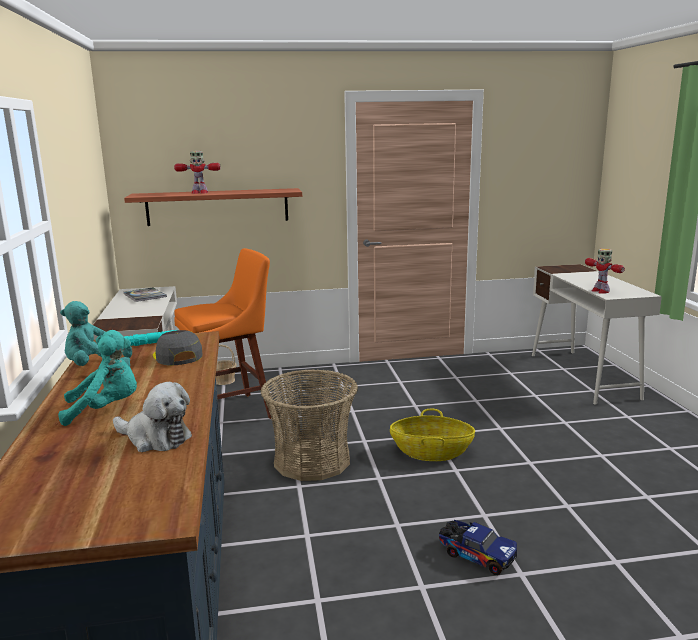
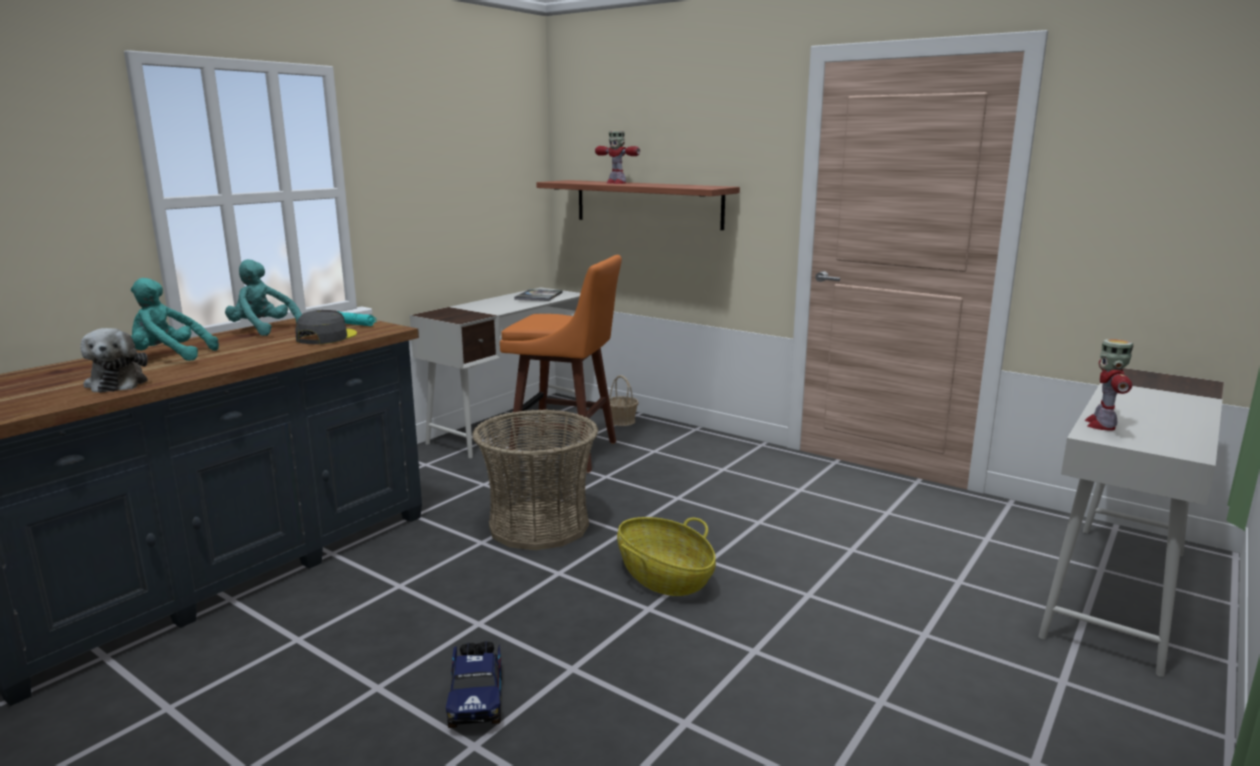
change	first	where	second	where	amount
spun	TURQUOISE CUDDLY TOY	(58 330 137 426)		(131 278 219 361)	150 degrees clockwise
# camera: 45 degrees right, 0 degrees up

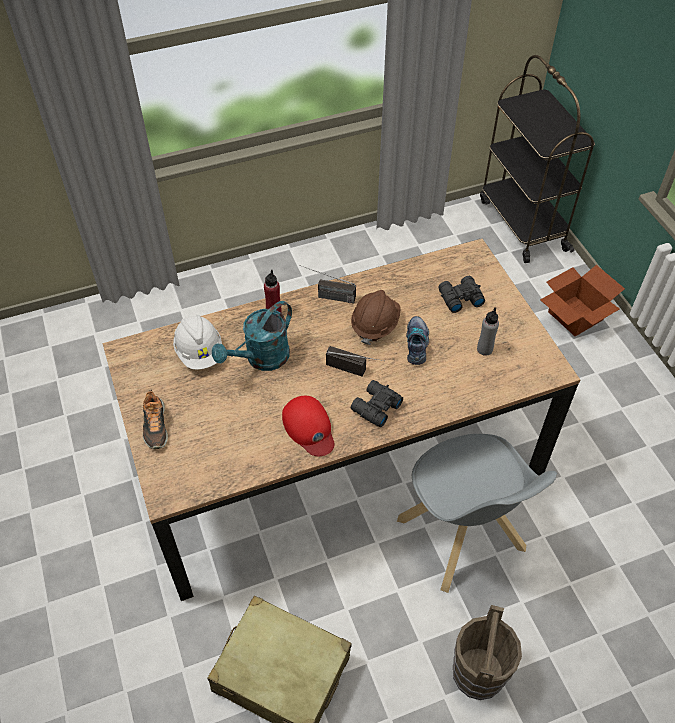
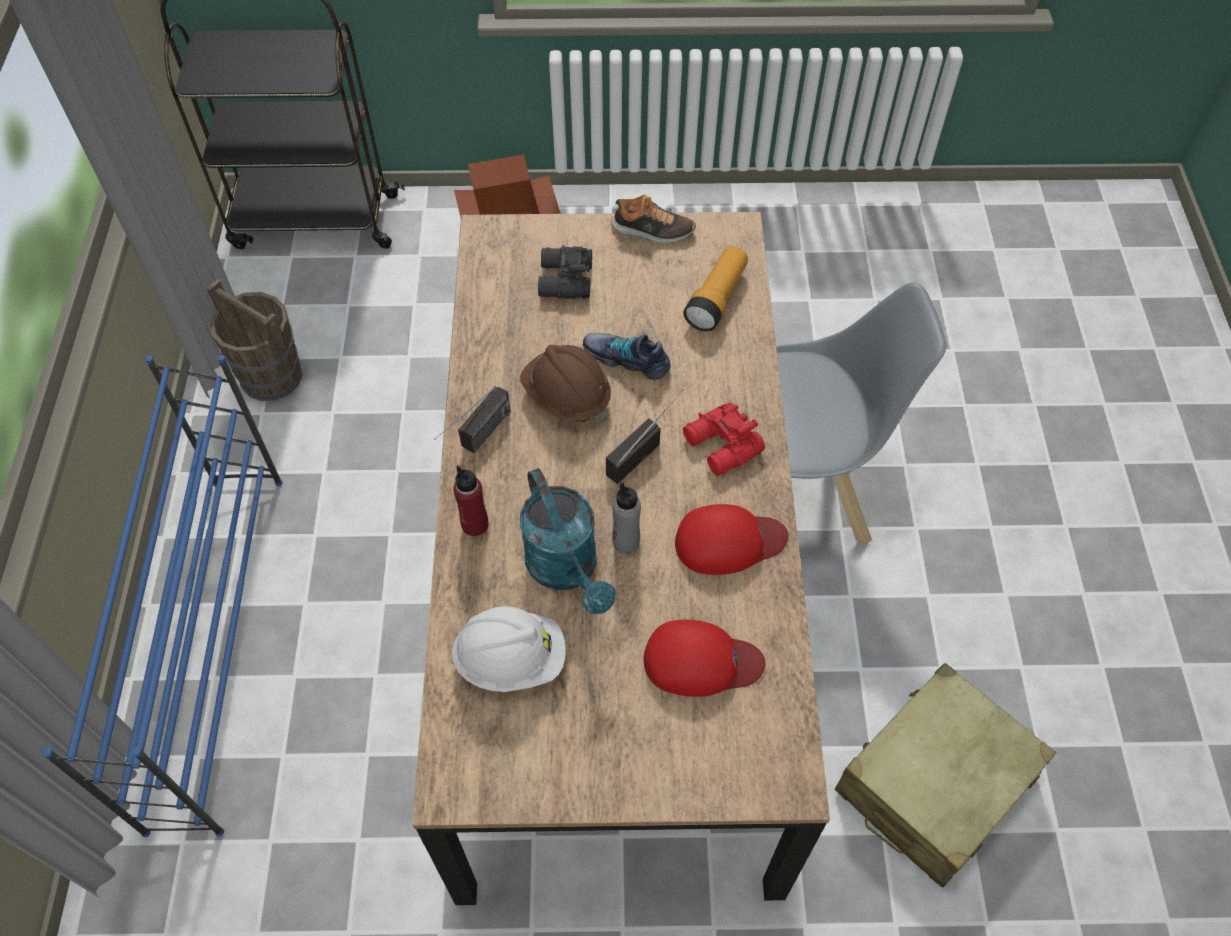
change	first	where	second	where	amount
appeared			BLUISH SHOE STAND	(42 355 283 837)	
appeared			RED-COLOURED PEAKED CAP	(644 620 766 697)	
appeared			FLASHLIGHT	(684 246 748 331)	
relocated	ITEM OF FOOTWEAR	(143 390 168 449)		(611 194 696 243)	
relocated	BROWNISH BUCKET	(453 605 522 700)		(206 279 303 401)	
relocated	GREY DRINK BOTTLE	(477 307 499 356)		(612 482 641 553)	
colour	BLACK-COLOURED FIELD GLASSES	(351 380 403 427)	RED-COLOURED FIELD GLASSES	(683 403 765 476)	
# camera: 70 degrees left, 5 degrees up

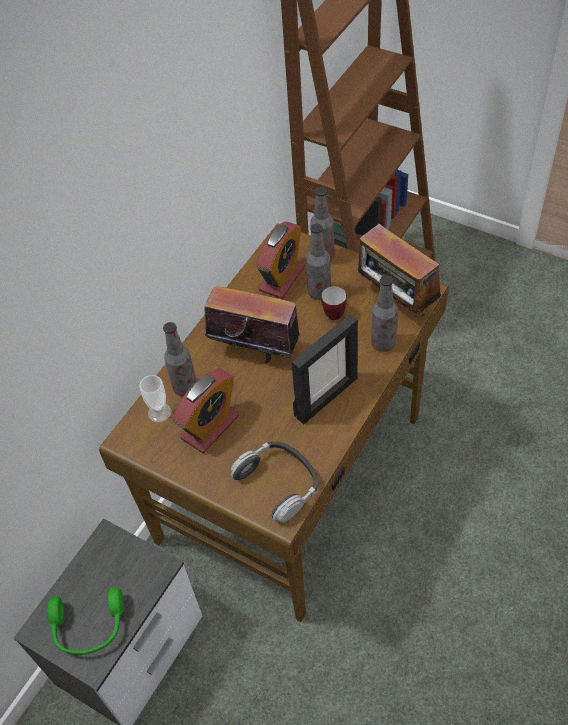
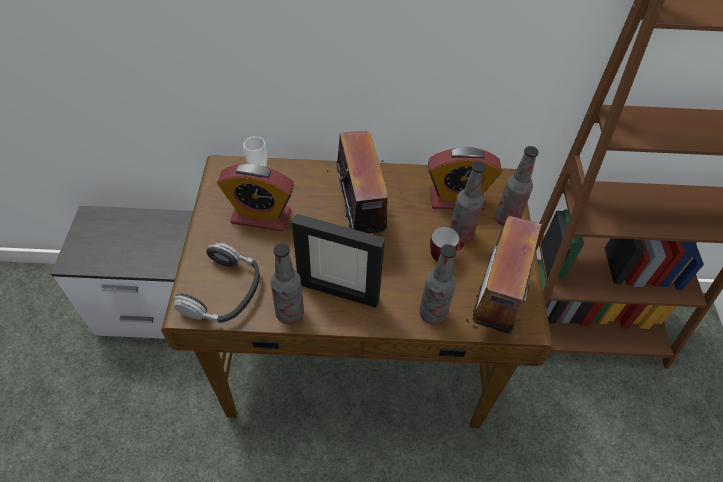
change	first	where	second	where	amount
missing	GREEN-COLOURED HEADPHONES	(47 587 124 655)			
relocated	DRINK BOTTLE	(163 322 197 397)		(271 243 304 324)	
# camera: 55 degrees right, 0 degrees up

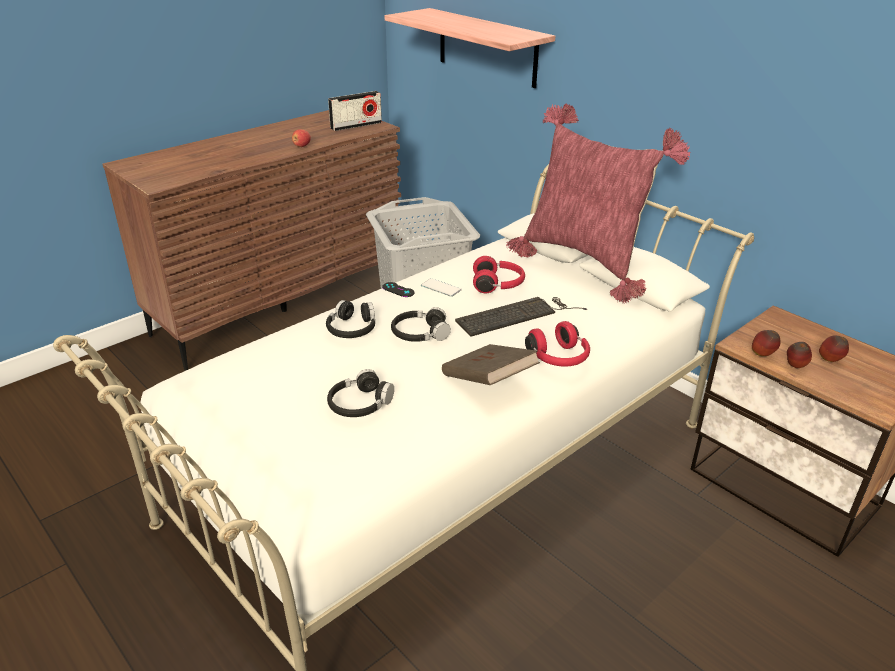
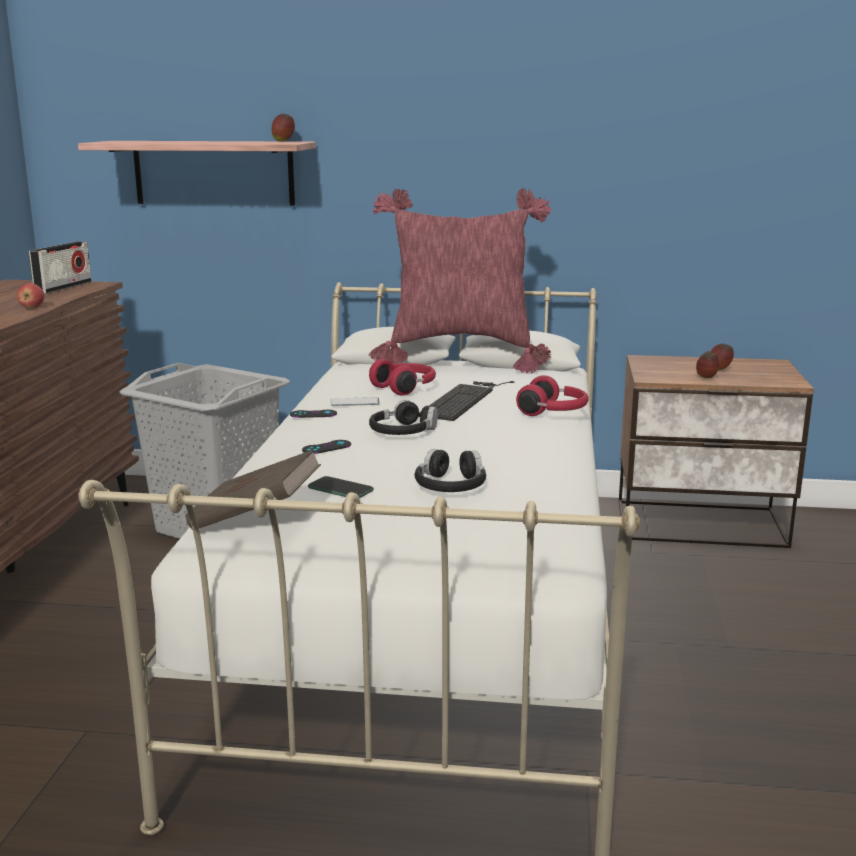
change	first	where	second	where	amount
appeared			PHONE	(308 476 374 498)	
relocated	BROWNISH BOOK	(442 344 540 385)		(185 449 321 529)	
relocated	WHOLE APPLE	(752 330 781 356)		(271 114 295 142)	
exchanged	BLACK-COLOURED HEADPHONES	(326 300 375 338)	BLACK-COLOURED JOYPAD	(302 440 351 454)	
# camera: 40 degrees left, 15 degrees down

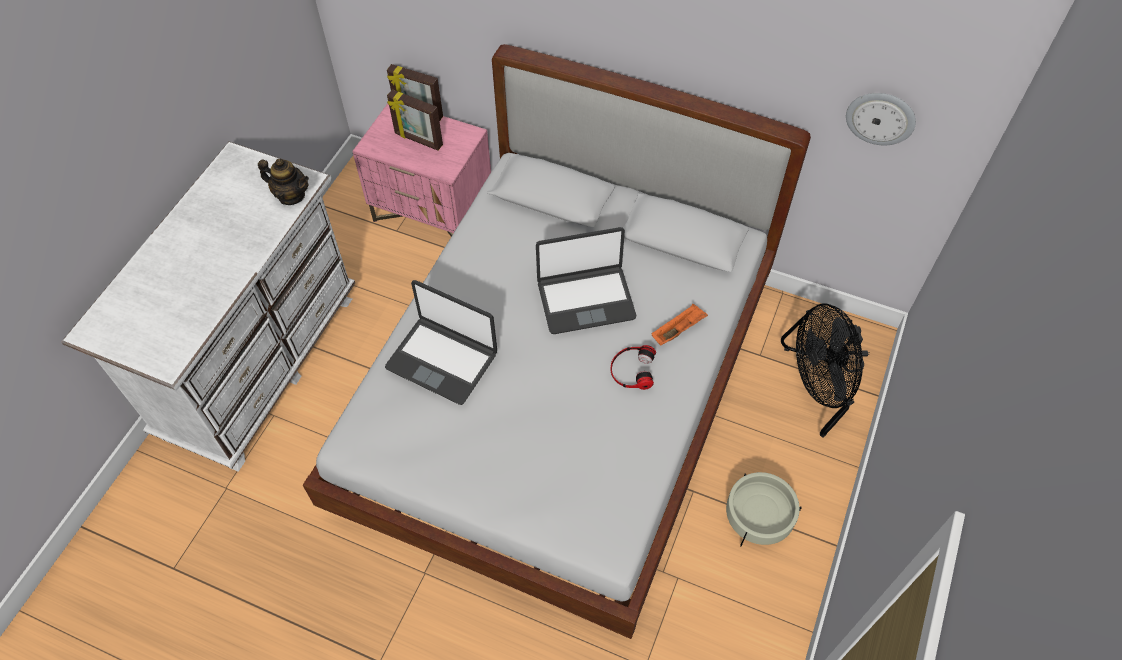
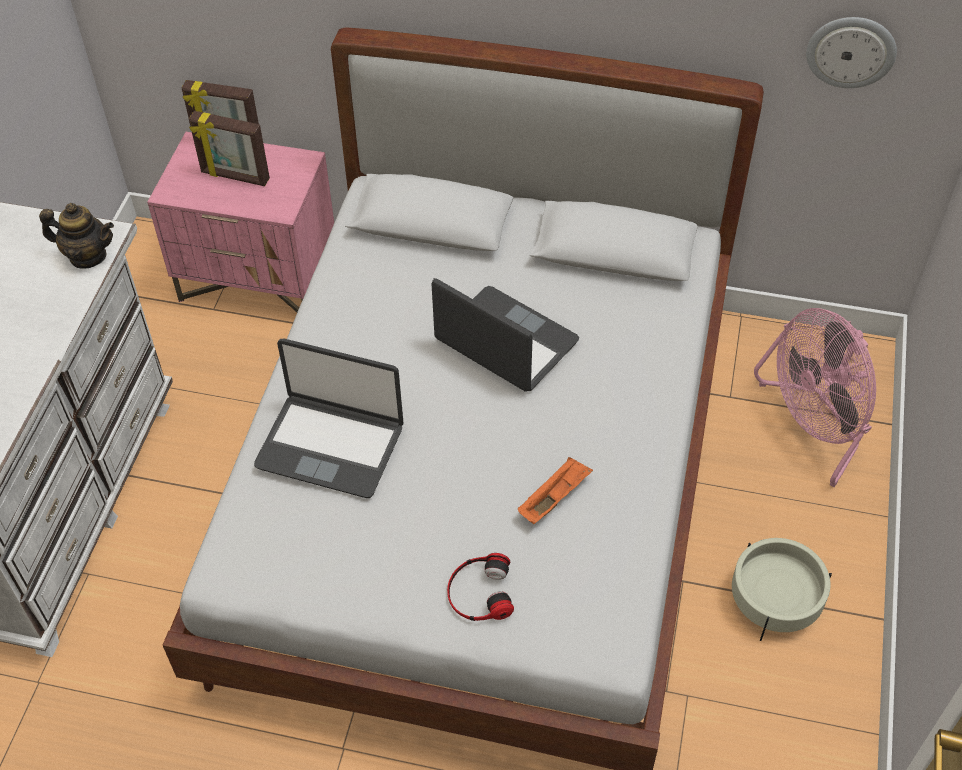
change	first	where	second	where	amount
relocated	HEADPHONES	(610 345 656 390)		(447 553 514 621)	
relocated	ORANGE-COLOURED TRAY	(652 304 708 345)		(518 457 593 524)	
colour	BLACK-COLOURED ELECTRIC FAN	(781 303 870 438)	PINKISH ELECTRIC FAN	(754 308 876 487)	
spun	LAPTOP	(536 227 636 334)		(431 278 579 392)	120 degrees counterclockwise
# camera: 10 degrees left, 5 degrees down

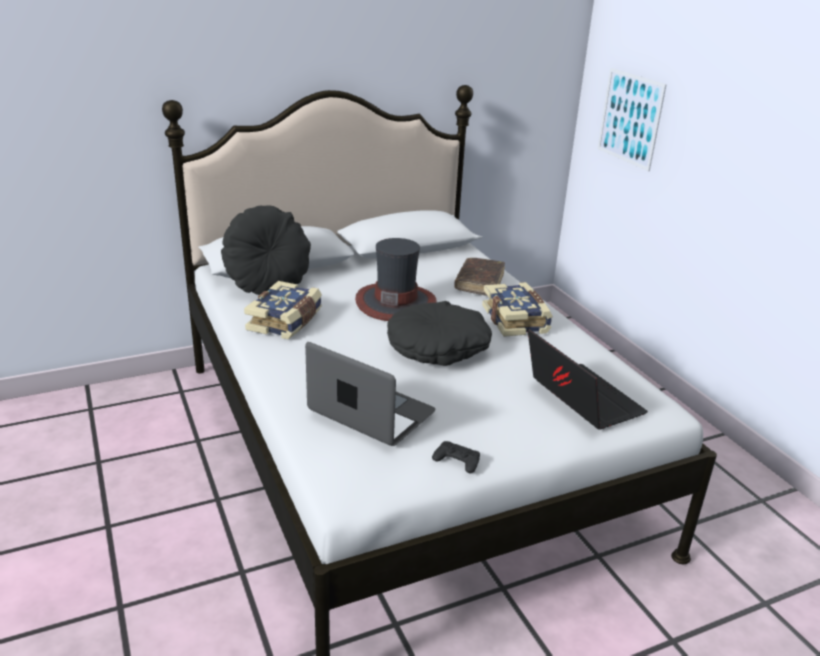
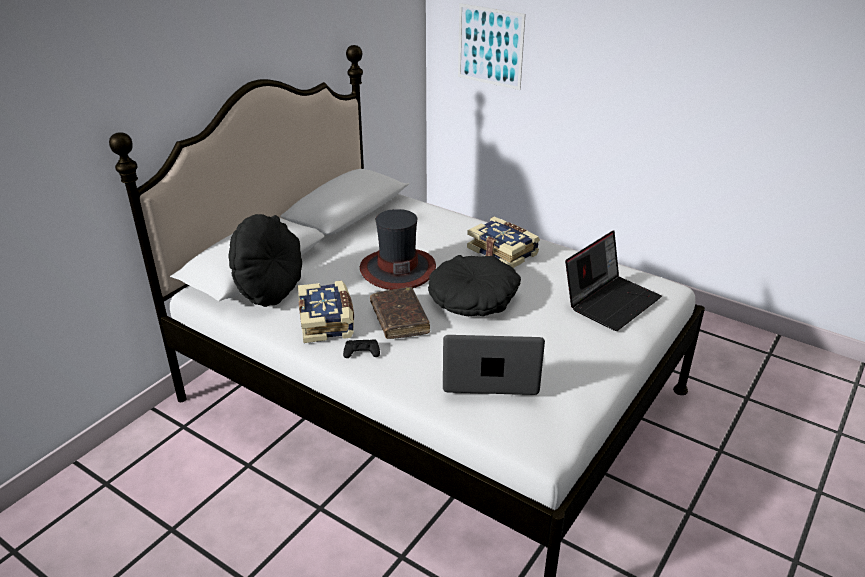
change	first	where	second	where	amount
relocated	BLACK-COLOURED JOYPAD	(432 441 480 473)		(343 339 380 358)	
relocated	BROWNISH BOOK	(455 258 505 296)		(370 287 430 339)	
spun	LAPTOP	(528 329 648 430)		(565 230 662 331)	105 degrees clockwise
# camera: 30 degrees left, 5 degrees up

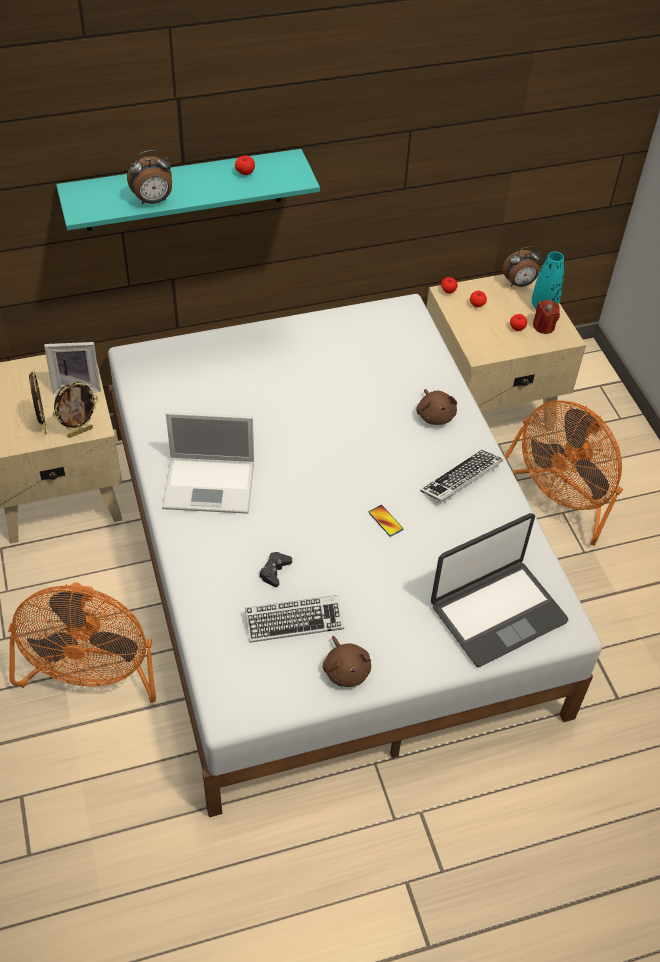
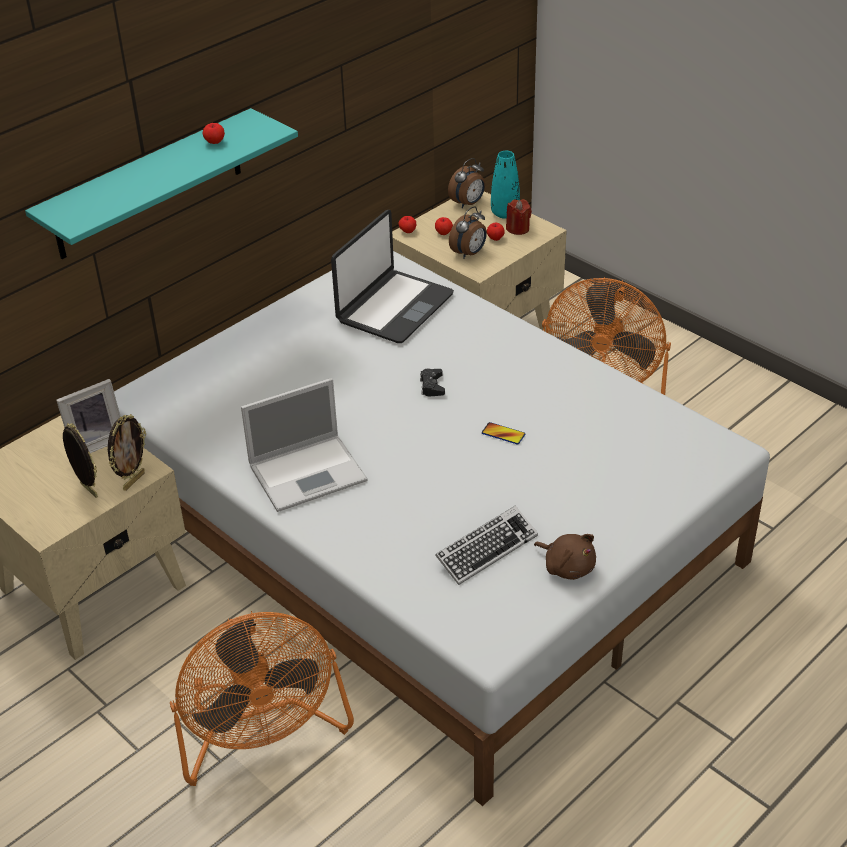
change	first	where	second	where	amount
missing	BROWNISH CUDDLY TOY	(416 389 457 425)			
missing	KEYBOARD	(420 450 503 502)			
relocated	ALARM CLOCK	(127 150 172 204)		(449 207 487 259)	
relocated	BLACK-COLOURED JOYPAD	(259 552 292 587)		(420 368 445 396)	
relocated	LAPTOP	(431 513 569 667)		(331 210 454 343)	
# camera: 25 degrees left, 10 degrees down

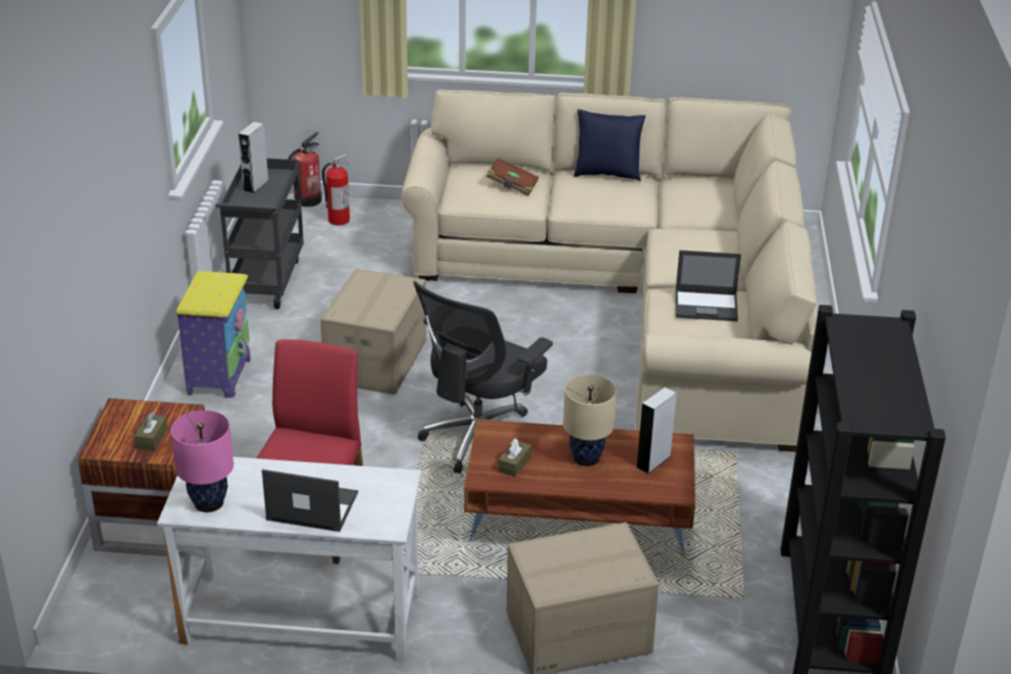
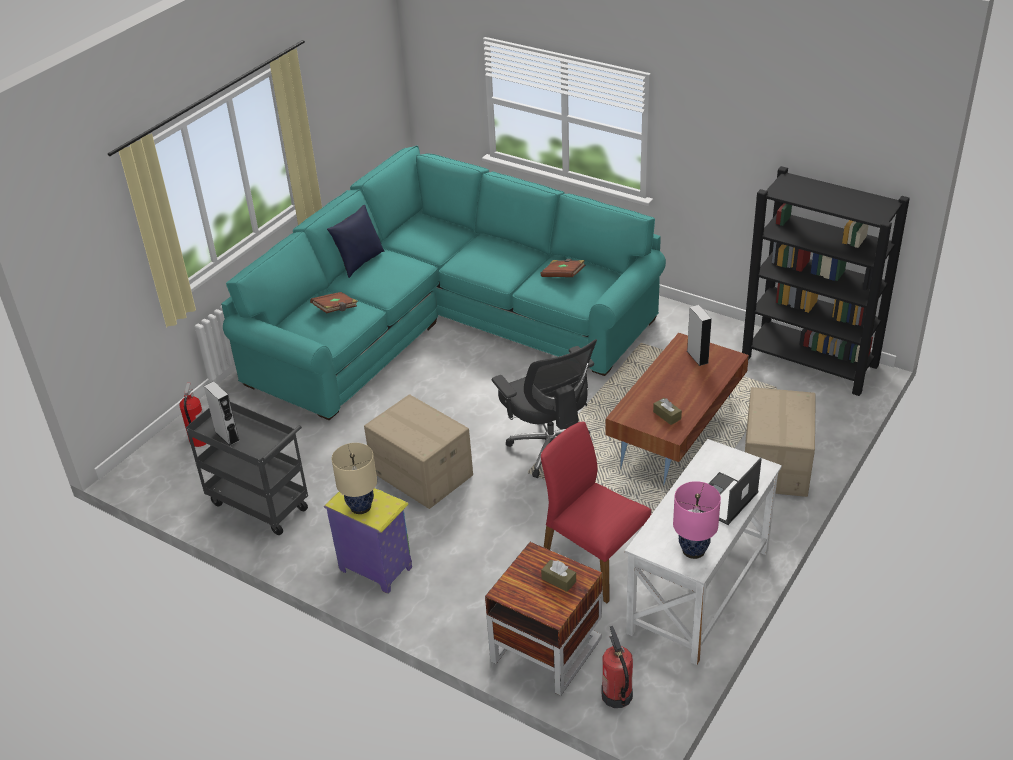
change	first	where	second	where	amount
relocated	FIRE EXTINGUISHER	(288 132 322 207)		(601 626 633 708)	
relocated	BEIGE LAMP FOR A TABLE	(563 375 616 466)		(332 443 377 514)	
exchanged	LAPTOP	(676 250 741 321)	BROWNISH BOOK	(540 259 586 277)	
colour	BEIGE SOFA	(401 90 818 452)	TURQUOISE SOFA	(221 146 666 420)	
# camera: 60 degrees left, 5 degrees up

